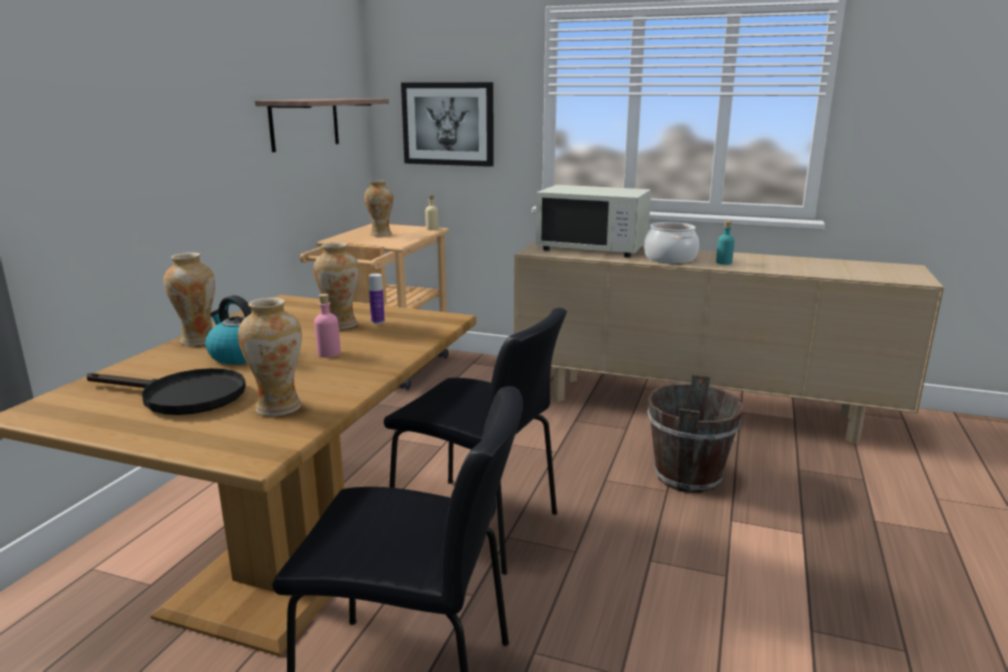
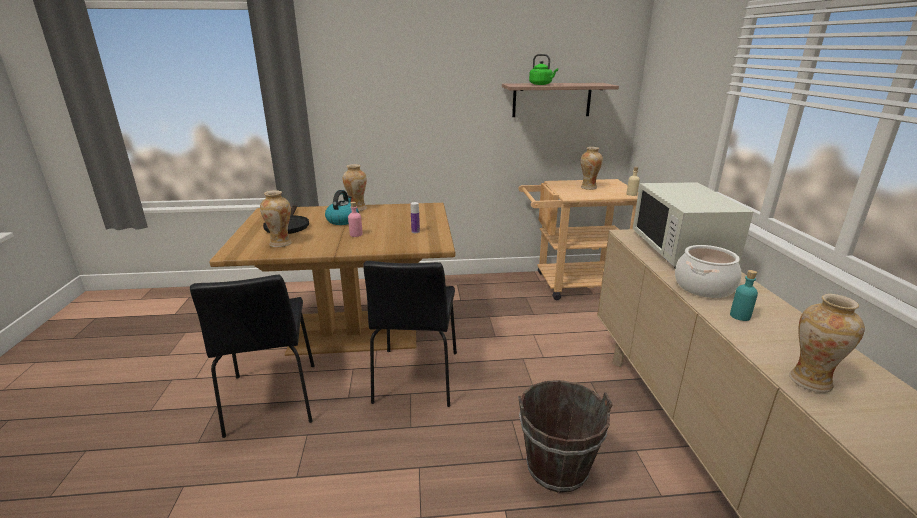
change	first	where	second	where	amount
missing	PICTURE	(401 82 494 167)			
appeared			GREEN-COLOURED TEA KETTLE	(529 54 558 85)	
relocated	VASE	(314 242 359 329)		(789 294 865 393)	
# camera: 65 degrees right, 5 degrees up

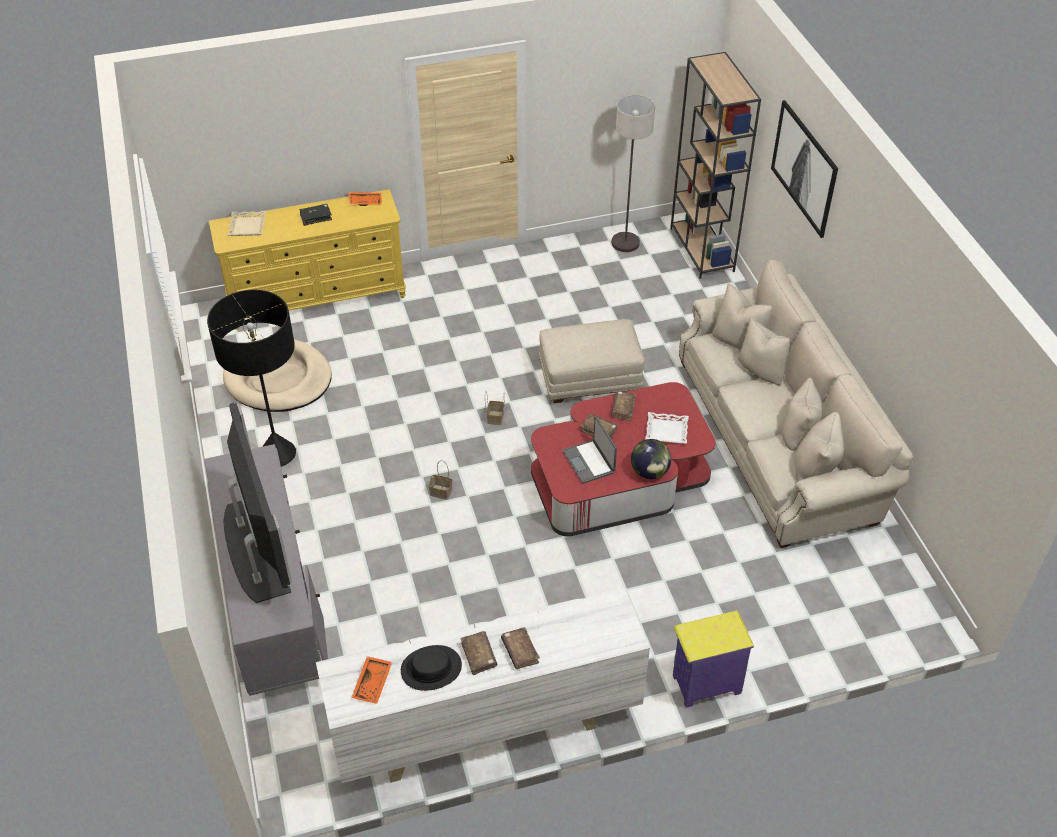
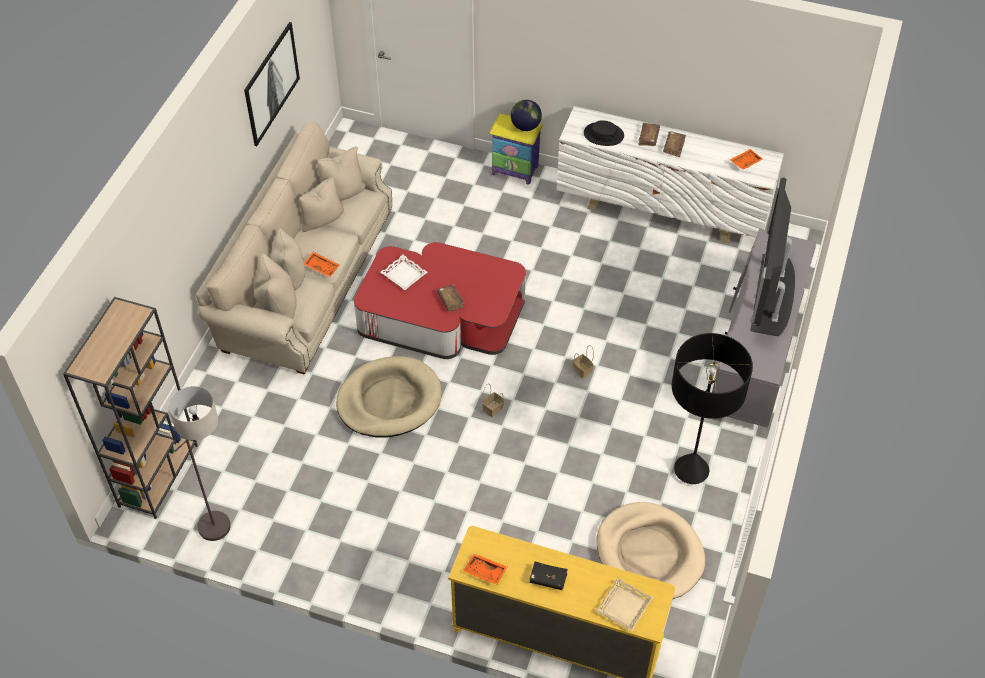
change	first	where	second	where	amount
missing	LAPTOP	(563 416 617 484)			
missing	BROWNISH BOOK	(611 391 636 421)			
appeared			ORANGE-COLOURED TRAY	(304 252 339 277)	
relocated	BLACK-COLOURED HAT	(401 645 462 691)		(584 120 624 146)	
relocated	DESK GLOBE	(631 439 671 479)		(511 100 542 131)	
relocated	PICTURE	(771 100 838 238)		(244 22 300 146)	
exchanged	BEIGE FOOTREST	(539 319 644 403)	BEIGE PET BED	(336 356 442 438)	
# camera: 145 degrees left, 5 degrees up

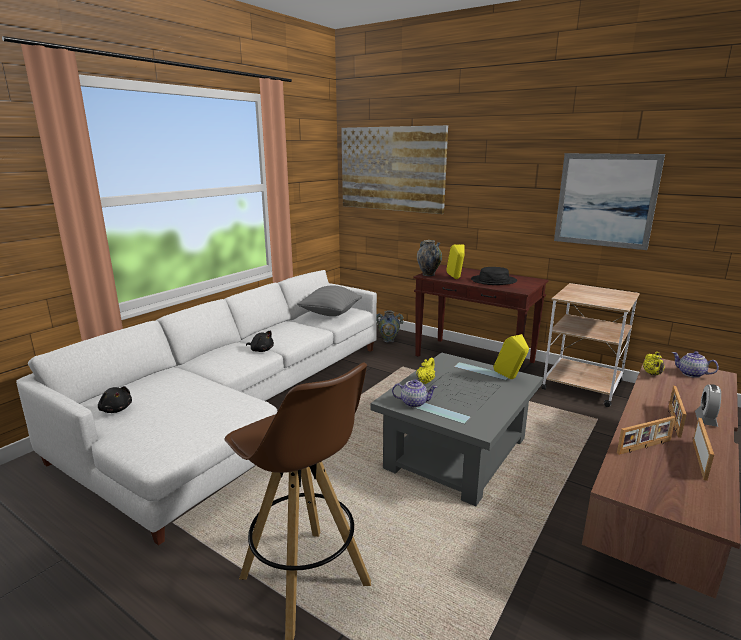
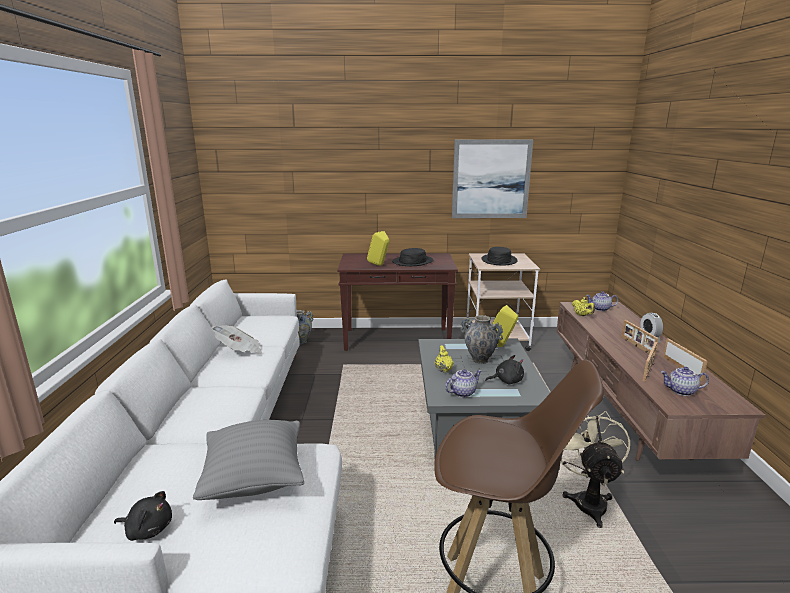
change	first	where	second	where	amount
missing	PICTURE	(341 125 448 214)			
appeared			NEWSPAPER	(211 325 262 354)	
appeared			BLACK-COLOURED HAT	(481 247 518 265)	
appeared			BEIGE ELECTRIC FAN	(561 411 630 528)	
appeared			TEA POT	(661 367 709 396)	
relocated	BLACK-COLOURED CUDDLY TOY	(246 331 274 352)		(485 355 524 384)	
relocated	GREY PILLOW	(297 285 362 316)		(193 420 304 500)	
relocated	VASE	(417 240 442 276)		(460 315 503 364)	
# camera: 35 degrees left, 0 degrees up

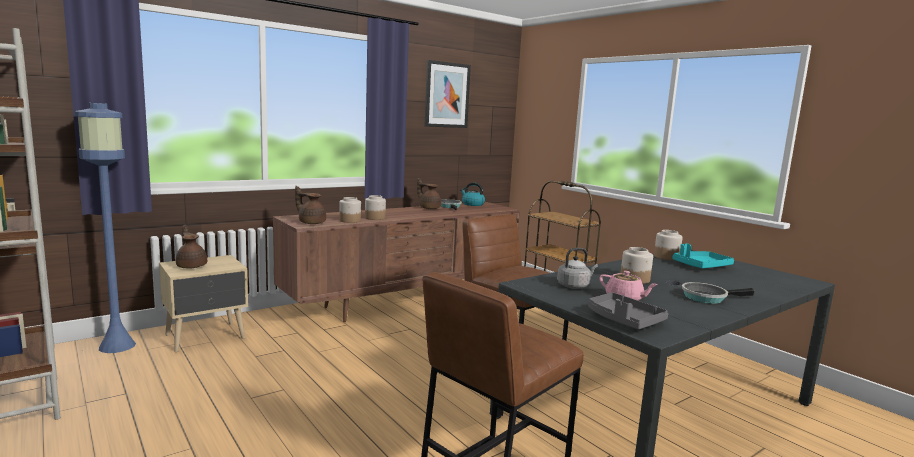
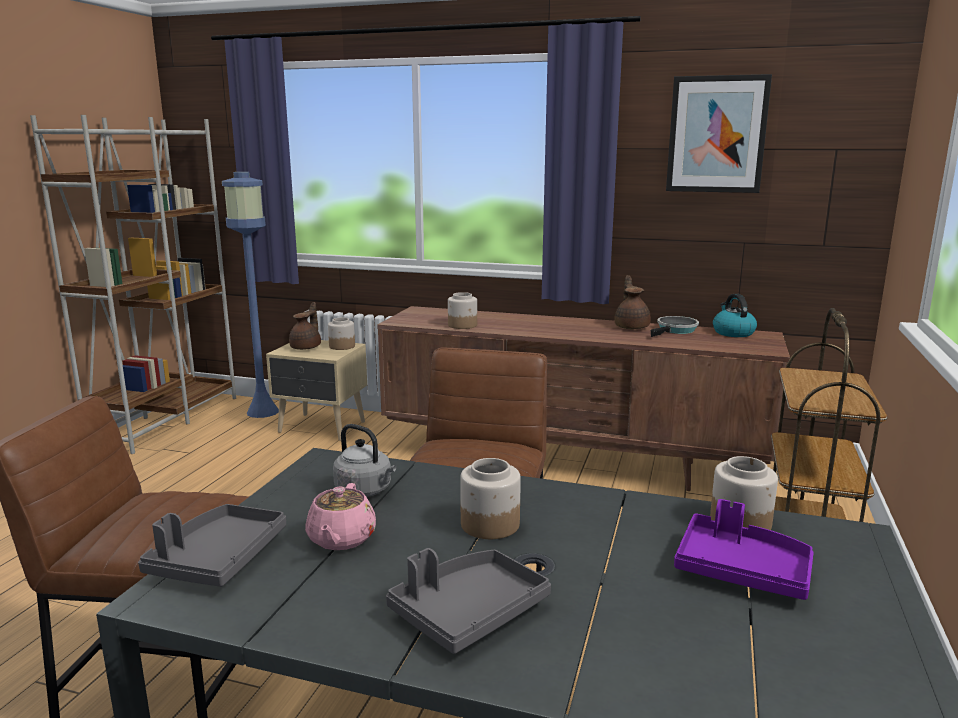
change	first	where	second	where	amount
missing	BROWNISH TEA POT	(295 186 326 224)			
relocated	PRESERVE JAR	(365 195 386 220)		(328 318 355 350)	
exchanged	PAN	(682 282 754 304)	GREY TRAY	(386 548 551 654)	
colour	TURQUOISE TRAY	(672 244 734 268)	PURPLISH TRAY	(674 499 814 600)	
# camera: 55 degrees right, 5 degrees up

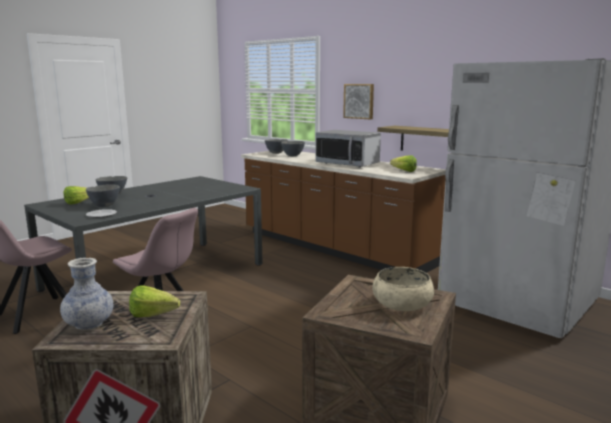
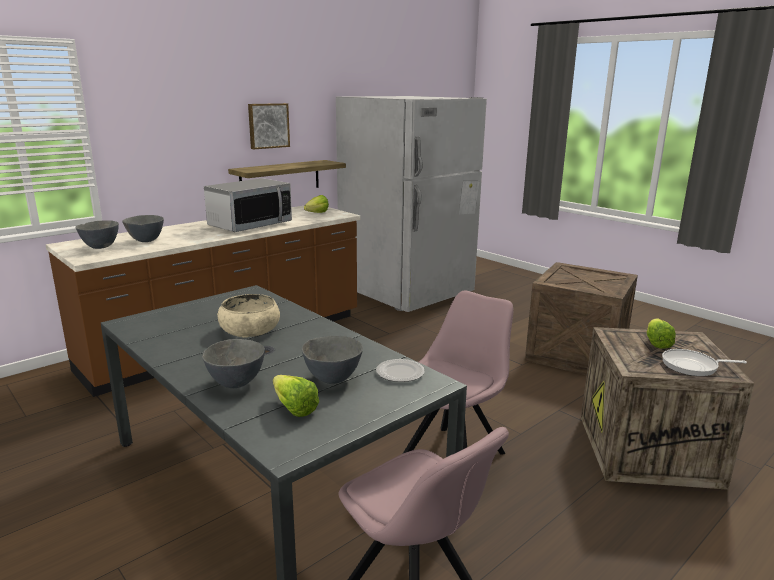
change	first	where	second	where	amount
relocated	PICTURE	(343 84 374 119)		(248 103 290 149)	
relocated	BEIGE SERVING BOWL	(372 267 434 311)		(217 294 280 338)	
exchanged	VASE	(60 258 113 330)	PAN	(662 349 747 376)	
# camera: 85 degrees left, 5 degrees up

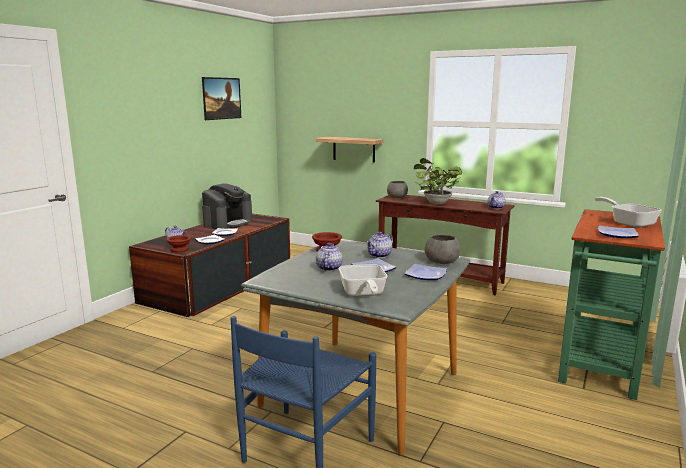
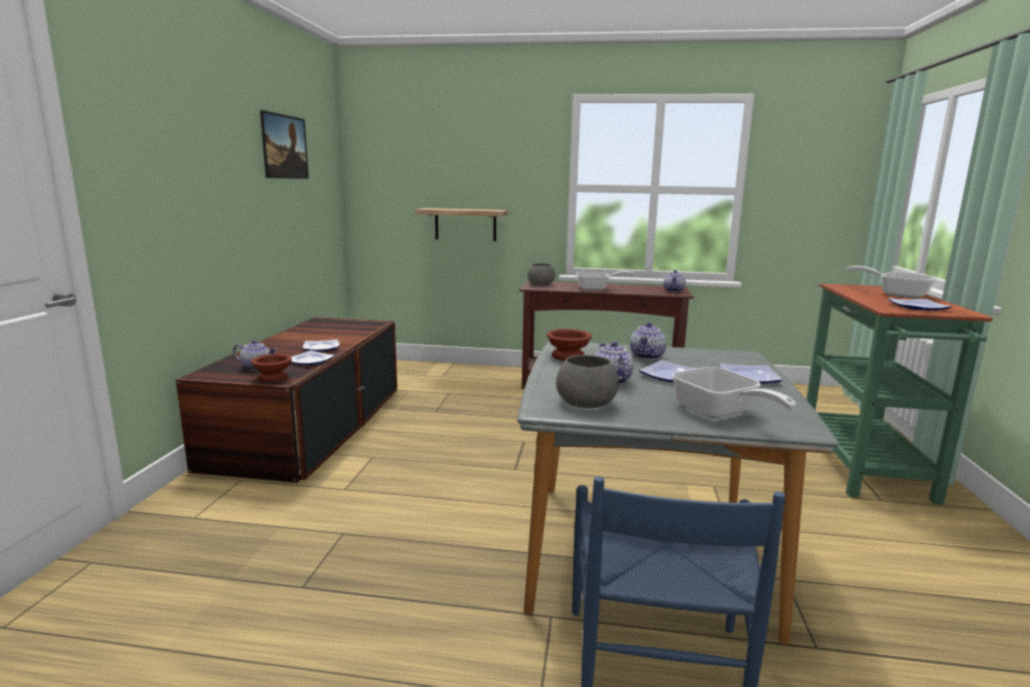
change	first	where	second	where	amount
missing	COFFEE MAKER	(202 184 252 229)			
relocated	GREY SERVING BOWL	(425 234 460 264)		(556 355 619 408)	
exchanged	HOUSEPLANT	(414 158 462 205)	PAN	(577 271 634 290)	
# camera: 20 degrees left, 0 degrees up

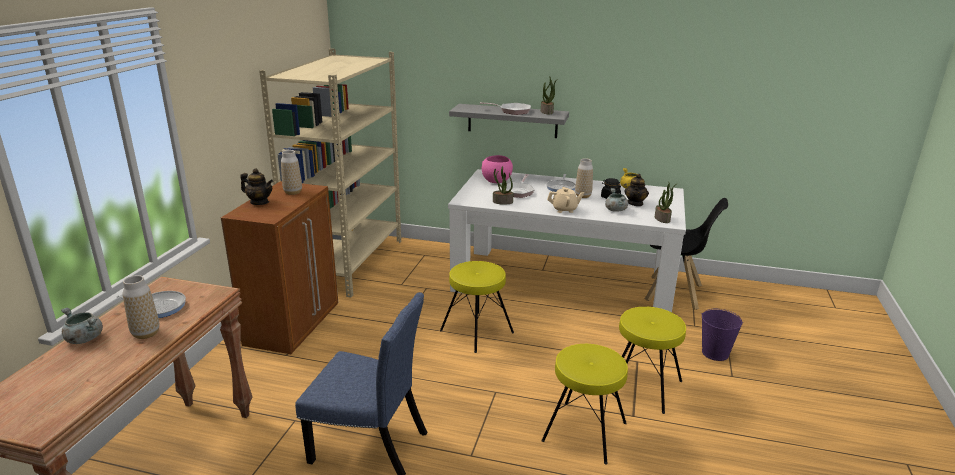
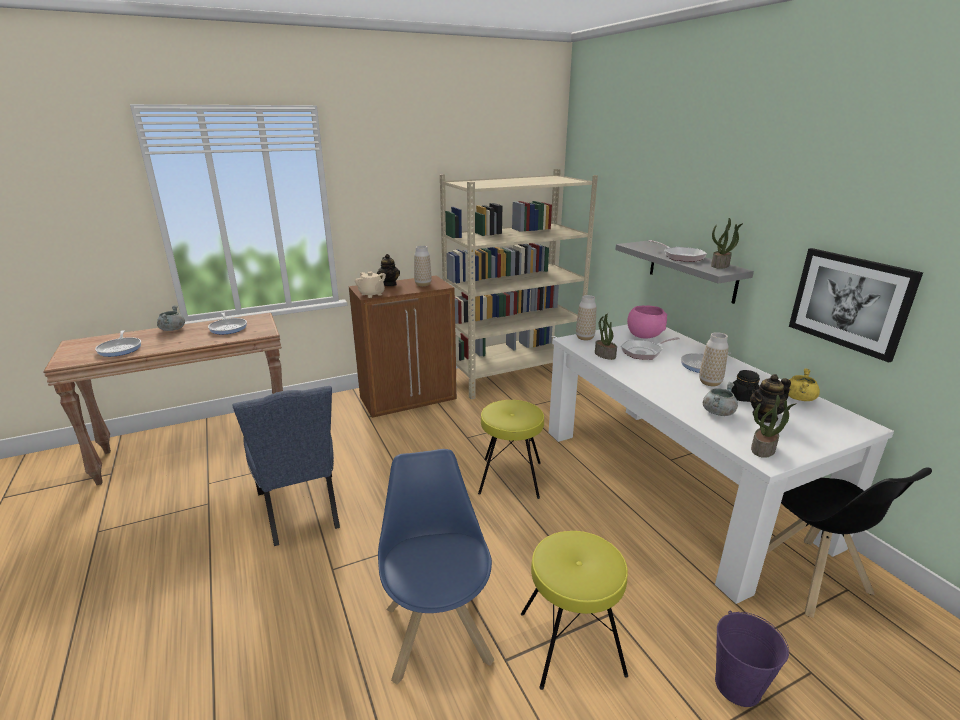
change	first	where	second	where	amount
appeared			PAN	(95 330 141 357)	
appeared			PICTURE	(789 248 923 363)	
relocated	VASE	(122 275 160 339)		(576 295 596 341)	
relocated	BEIGE TEA POT	(547 187 584 213)		(355 272 386 298)	
exchanged	YELLOWISH STOOL SEAT	(541 344 628 465)	BLUISH PLAIN CHAIR	(378 449 495 685)	
# camera: 50 degrees right, 0 degrees up

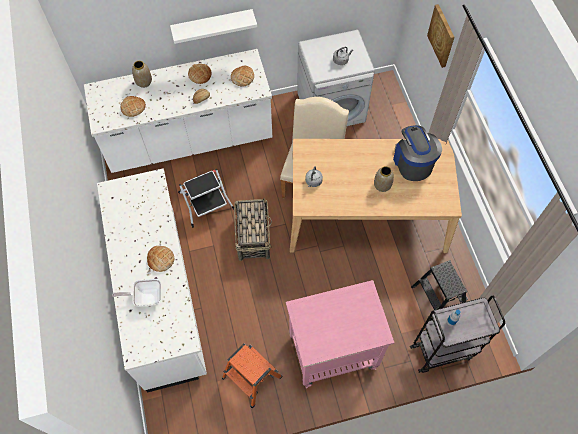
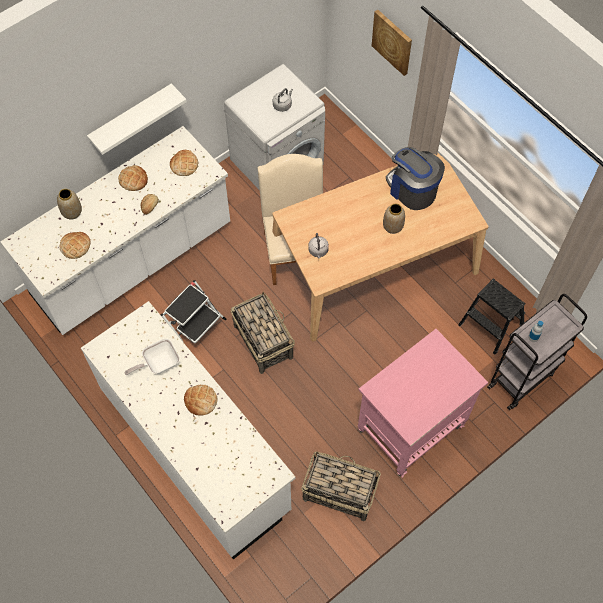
change	first	where	second	where	amount
relocated	PAN	(112 279 161 306)		(125 338 180 375)	
exchanged	ORANGE-COLOURED STEP LADDER	(222 343 283 408)	BASKET	(301 452 381 521)	
# camera: 25 degrees left, 0 degrees up

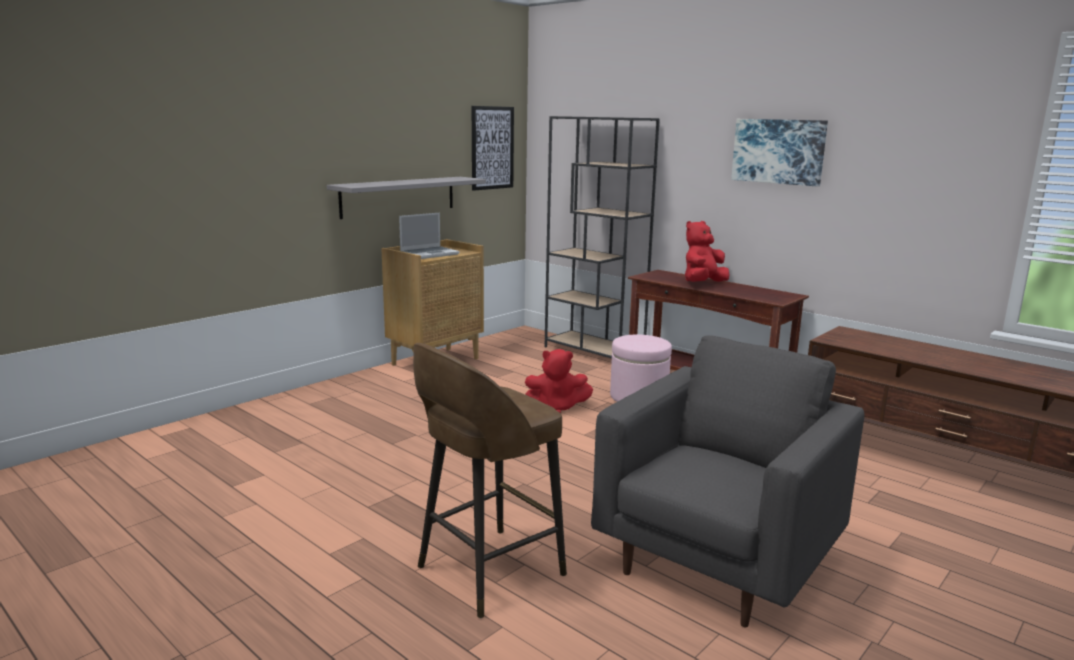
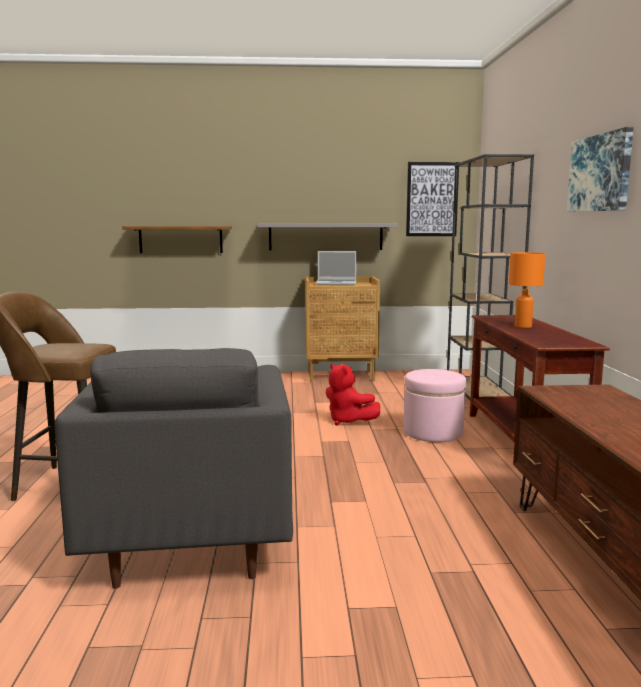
change	first	where	second	where	amount
appeared			WALL SHELF	(122 226 232 253)	
exchanged	RED-COLOURED CUDDLY TOY	(685 221 729 282)	ORANGE-COLOURED LAMP FOR A TABLE	(509 252 545 328)	
spun	GREY LOUNGE CHAIR	(591 335 864 627)		(55 348 293 589)	90 degrees clockwise
# camera: 45 degrees right, 5 degrees down

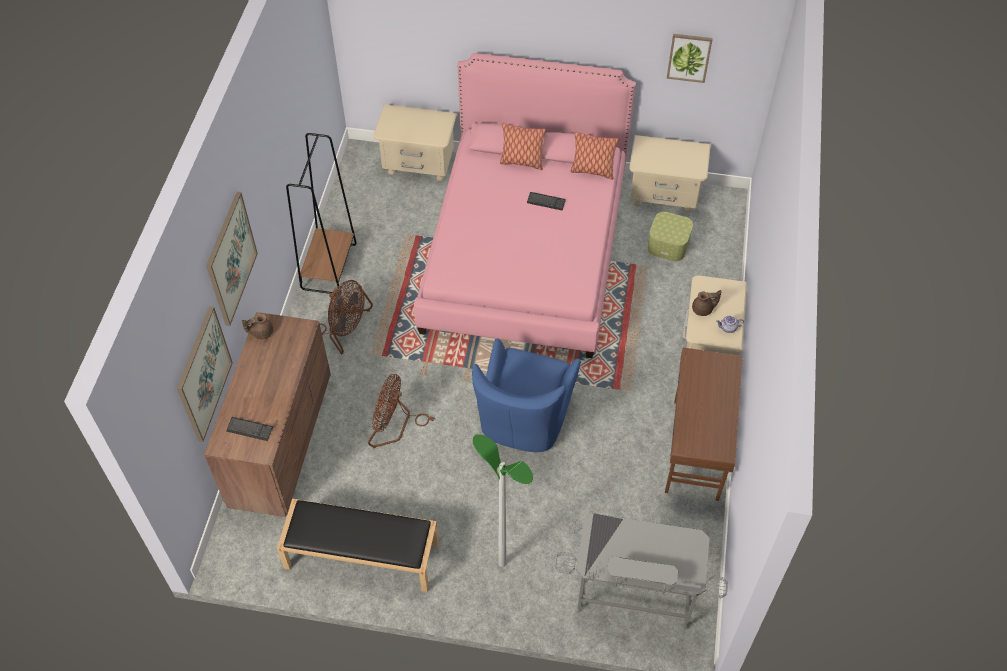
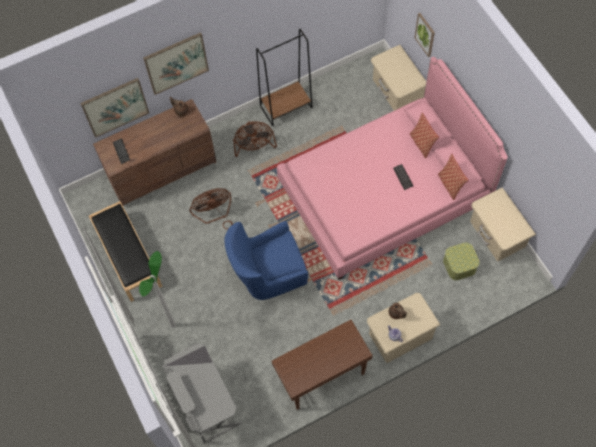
change	first	where	second	where	amount
relocated	PICTURE	(667 34 713 83)		(414 13 435 57)	
# camera: 55 degrees right, 10 degrees up

